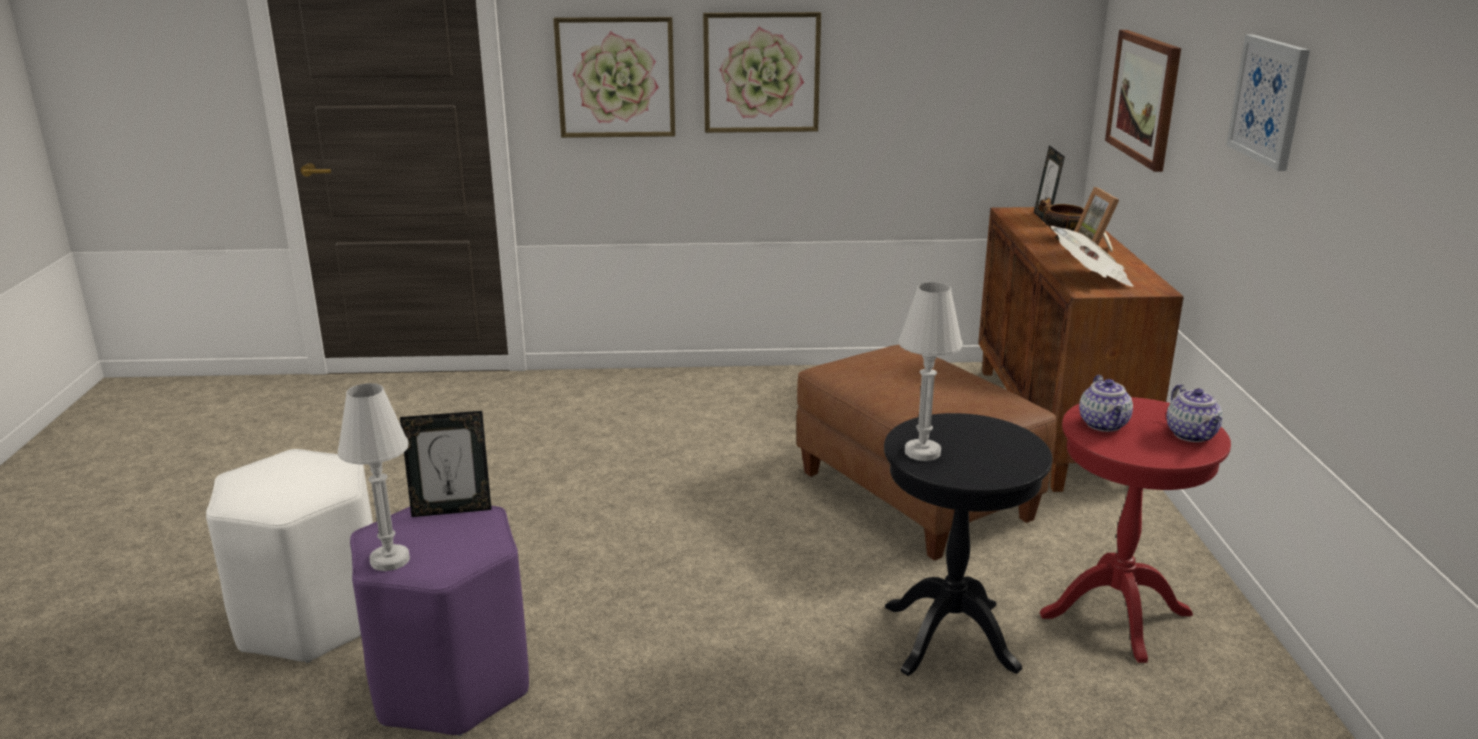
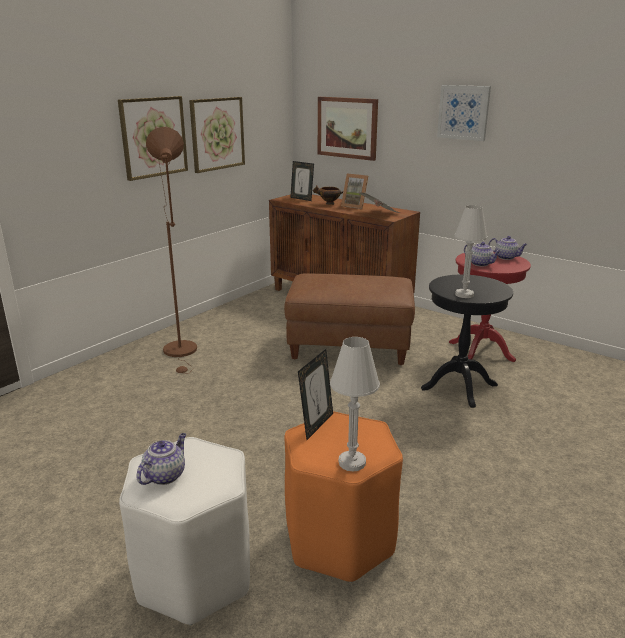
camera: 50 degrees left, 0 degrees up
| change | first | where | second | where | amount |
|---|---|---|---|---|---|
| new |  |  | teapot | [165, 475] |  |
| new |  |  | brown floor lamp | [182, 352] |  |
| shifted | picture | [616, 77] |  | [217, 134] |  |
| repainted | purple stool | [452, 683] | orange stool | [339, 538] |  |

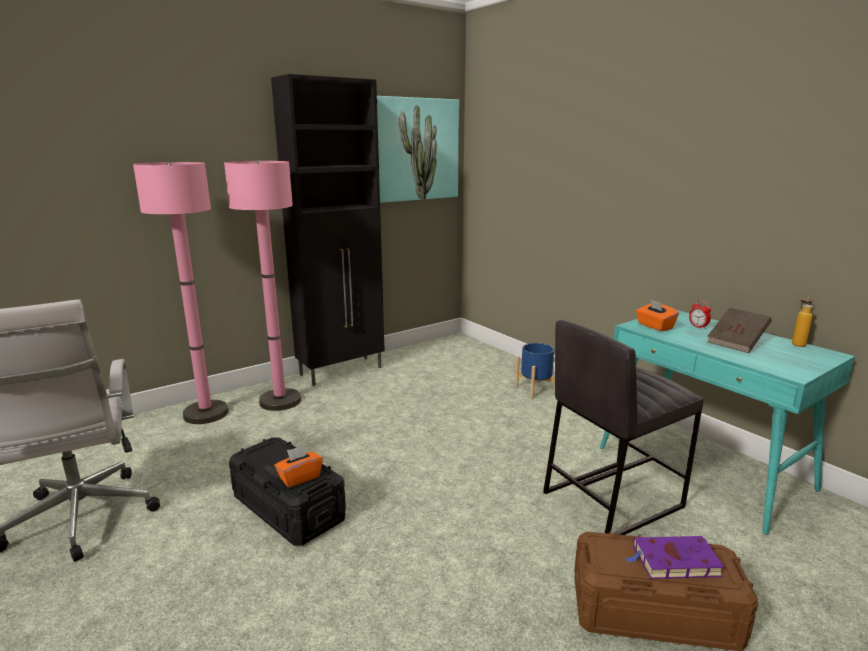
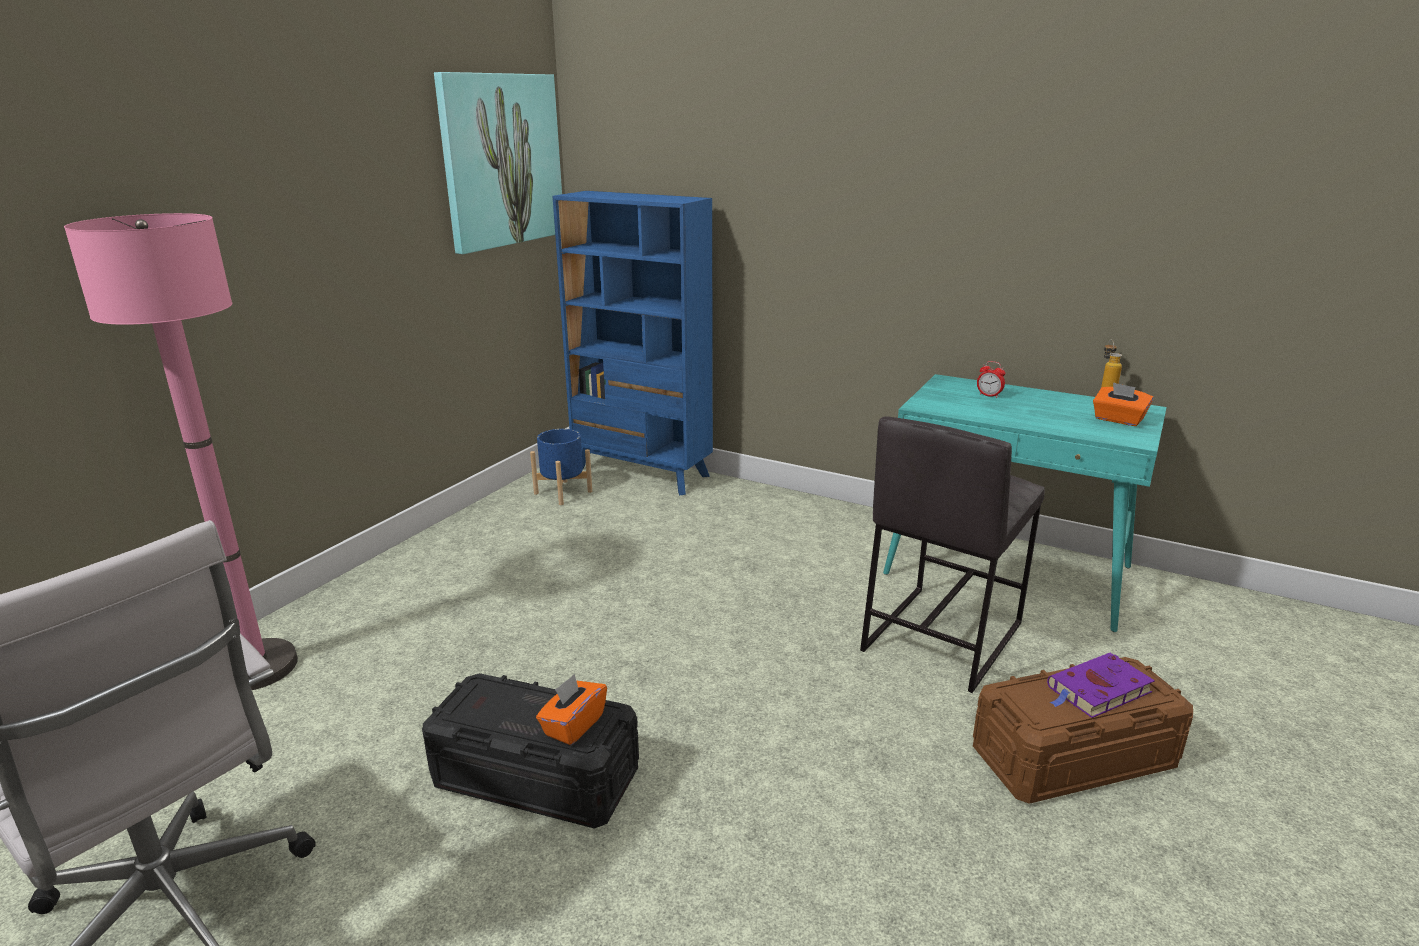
camera: 25 degrees left, 5 degrees up
| change | first | where | second | where | amount |
|---|---|---|---|---|---|
| shifted | blue planter | [535, 389] |  | [563, 492] |  |
| new |  |  | blue bookcase | [642, 473] |  |
| shifted | orange tissue box | [654, 326] |  | [1118, 420] |  |
| gone | pink floor lamp | [280, 401] |  |  |  |
| gone | black cabinet | [342, 371] |  |  |  |
| gone | brown book | [736, 342] |  |  |  |

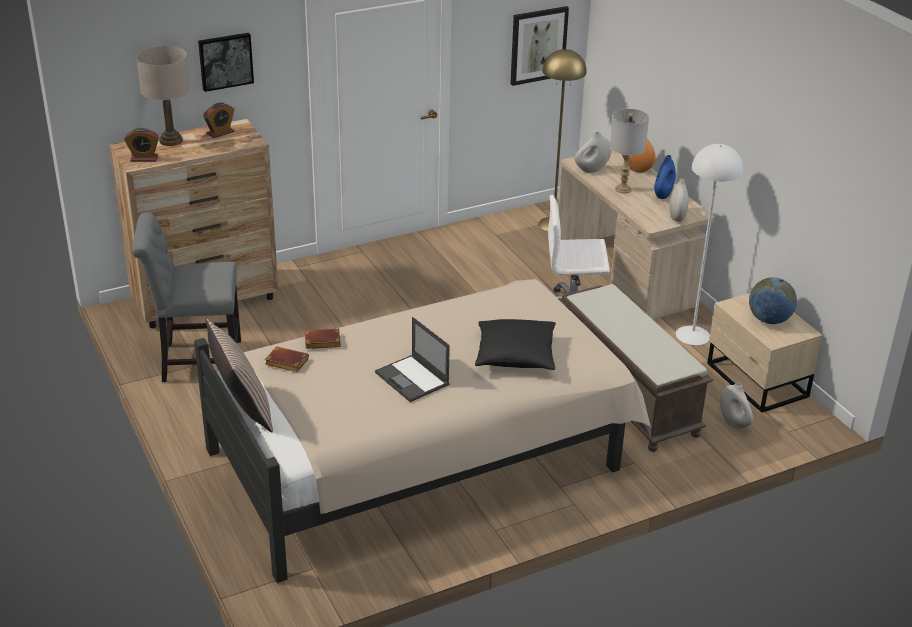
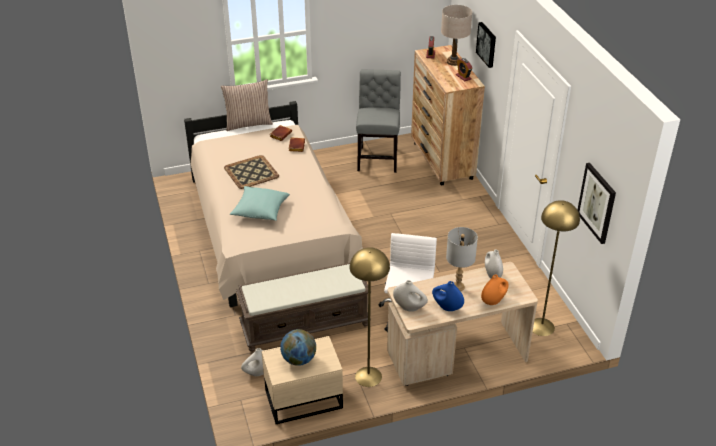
camera: 100 degrees right, 5 degrees up
| change | first | where | second | where | amount |
|---|---|---|---|---|---|
| swapped | laptop | [412, 379] | tray | [251, 172] |  |
| repainted | black pillow | [515, 356] | turquoise pillow | [260, 210] |  |
| repainted | white floor lamp | [693, 335] | yellow floor lamp | [368, 376] |  |

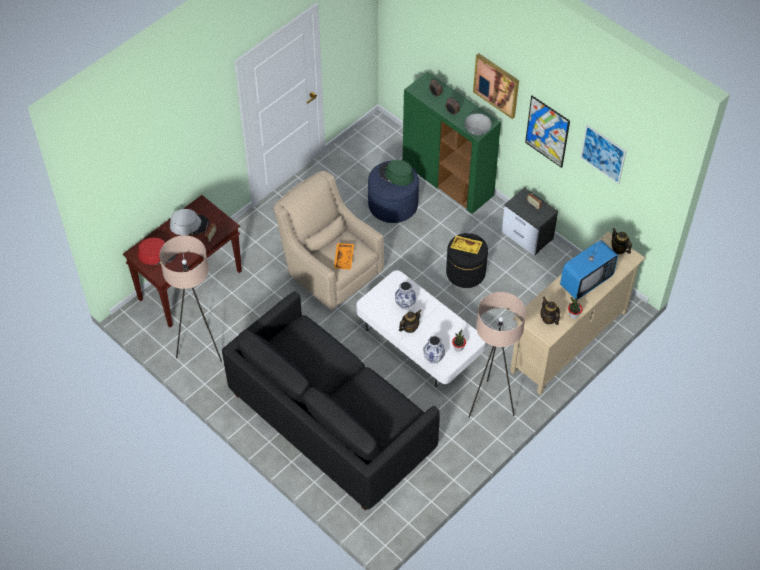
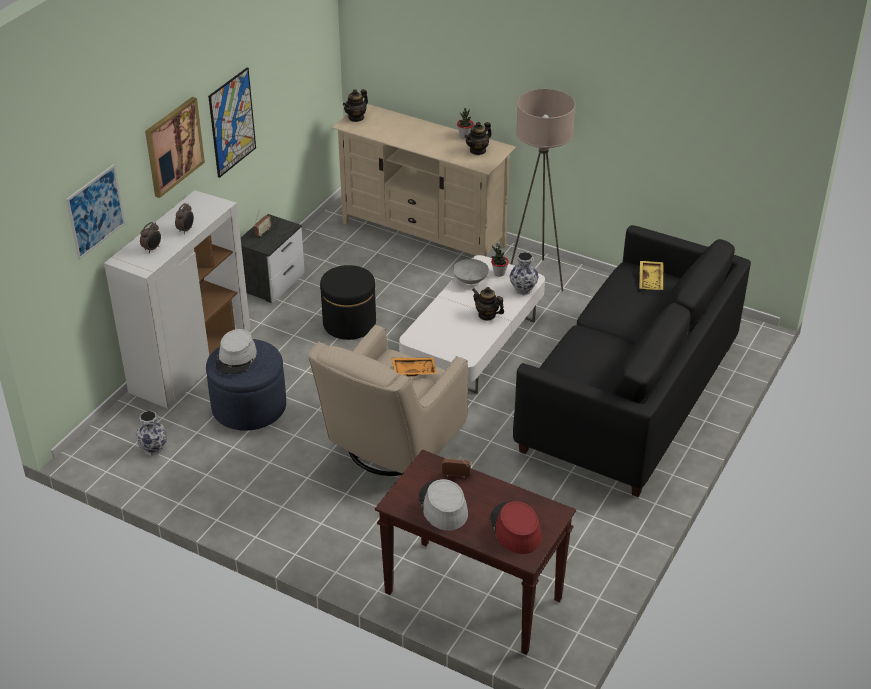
camera: 105 degrees left, 15 degrees down
| change | first | where | second | where | amount |
|---|---|---|---|---|---|
| shifted | picture | [603, 154] |  | [95, 211] |  |
| repainted | green cabinet | [448, 180] | white cabinet | [191, 362] |  |
| shifted | vase | [405, 304] |  | [154, 448] |  |
| repainted | green hat | [396, 174] | grey hat | [236, 358] |  |
| shifted | grey bowl | [476, 130] |  | [470, 280] |  |
| shifted | yellow tray | [466, 247] |  | [651, 280] |  |
| gone | beige floor lamp | [201, 349] |  |  |  |
| gone | television | [586, 281] |  |  |  |

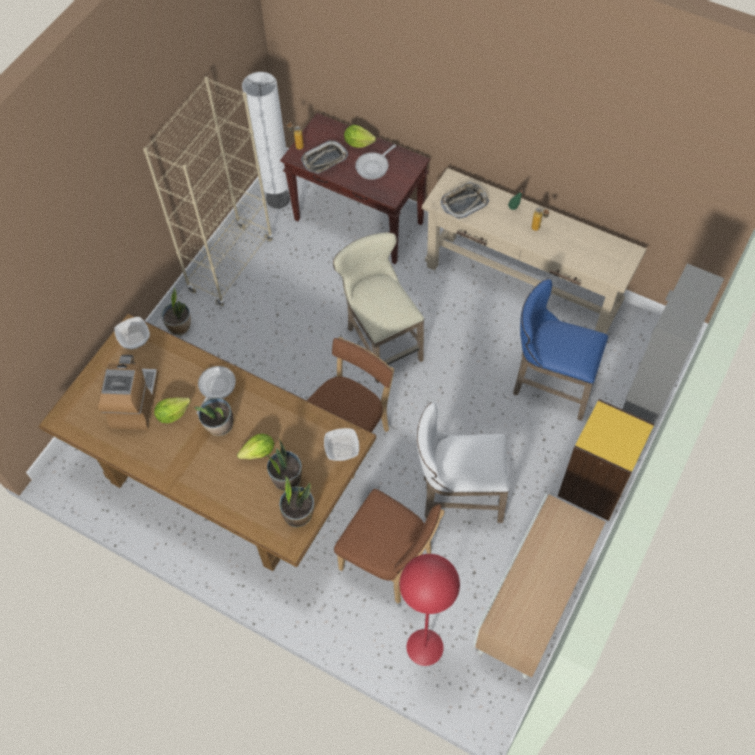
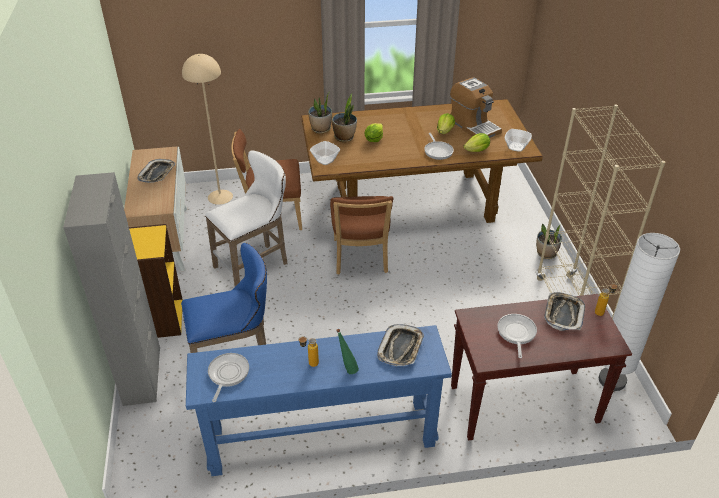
camera: 140 degrees right, 20 degrees down
| change | first | where | second | where | amount |
|---|---|---|---|---|---|
| new |  |  | tray | [157, 174] |  |
| repainted | red floor lamp | [424, 647] | beige floor lamp | [220, 196] |  |
| repainted | beige console table | [522, 286] | blue console table | [321, 436] |  |
| new |  |  | frying pan | [227, 374] |  |
| shifted | lettuce | [358, 143] |  | [477, 150] |  |
| gone | potted plant | [219, 426] |  |  |  |
| gone | beige stool | [380, 341] |  |  |  |

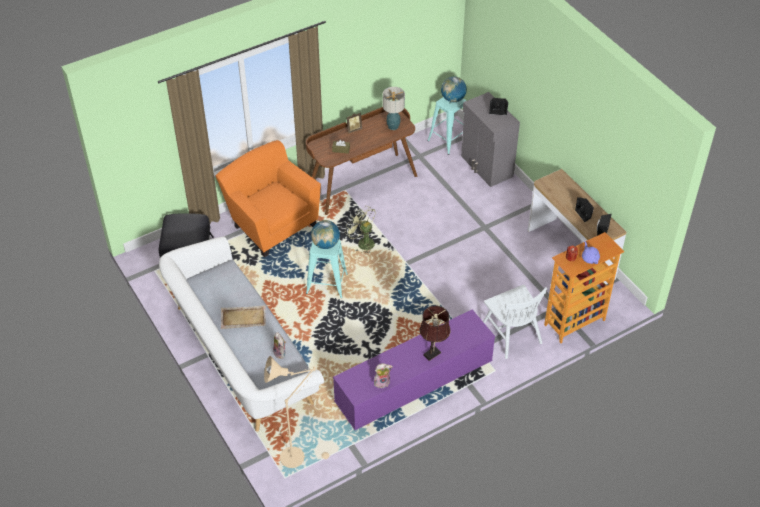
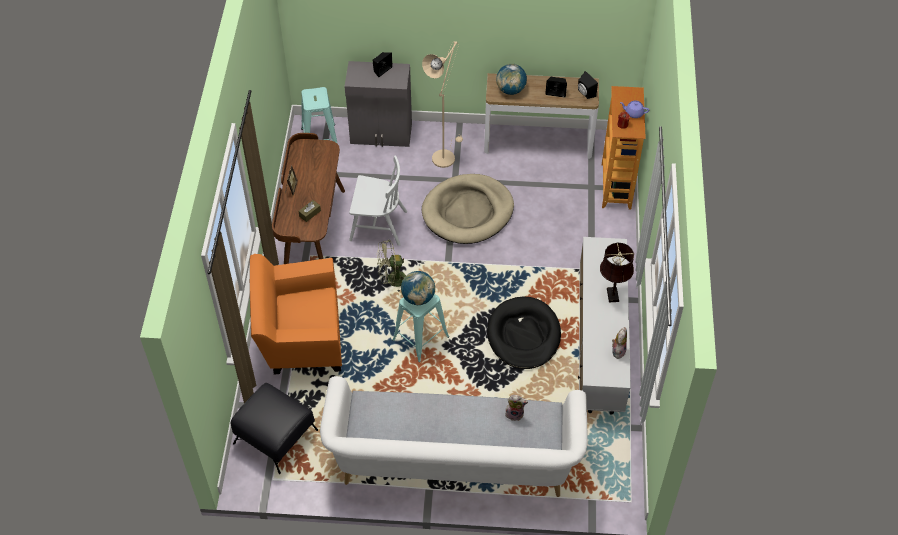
camera: 55 degrees left, 5 degrees up
| change | first | where | second | where | amount |
|---|---|---|---|---|---|
| shifted | white chair | [511, 334] |  | [378, 225] |  |
| shifted | beige floor lamp | [297, 456] |  | [445, 155] |  |
| new |  |  | beige dog bed | [468, 212] |  |
| new |  |  | black dog bed | [523, 335] |  |
| shifted | globe | [453, 99] |  | [510, 90] |  |
| repainted | purple tv stand | [412, 387] | white tv stand | [599, 342] |  |
| gone | beige tray | [242, 318] |  |  |  |
| gone | table lamp | [393, 126] |  |  |  |

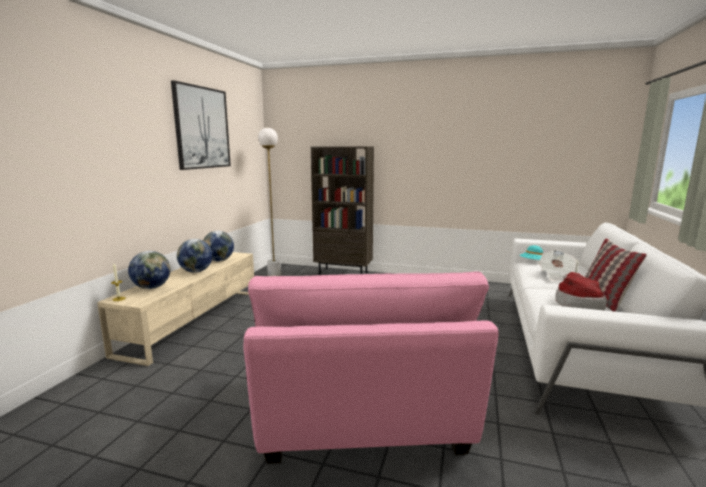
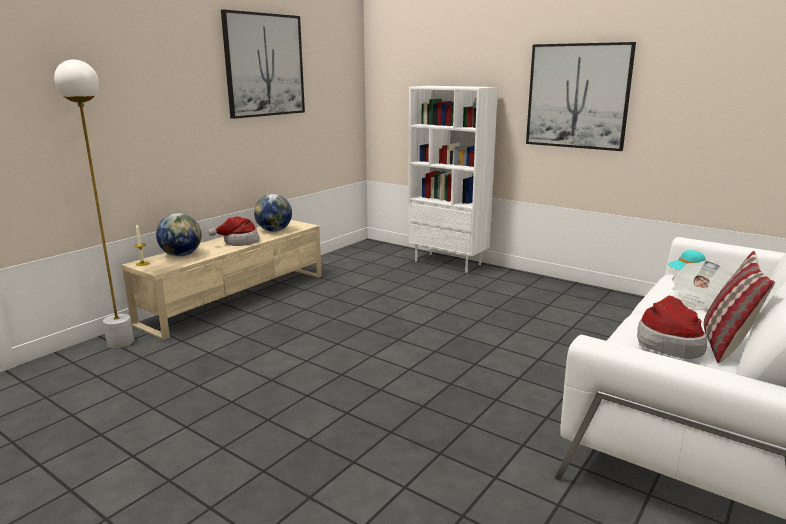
camera: 20 degrees right, 5 degrees up
| change | first | where | second | where | amount |
|---|---|---|---|---|---|
| shifted | white floor lamp | [274, 274] |  | [120, 342] |  |
| swapped | globe | [196, 271] | hat | [239, 241] |  |
| repainted | brown bookcase | [343, 273] | white bookcase | [448, 263] |  |
| new |  |  | picture | [577, 96] |  |
| gone | pink armchair | [362, 415] |  |  |  |

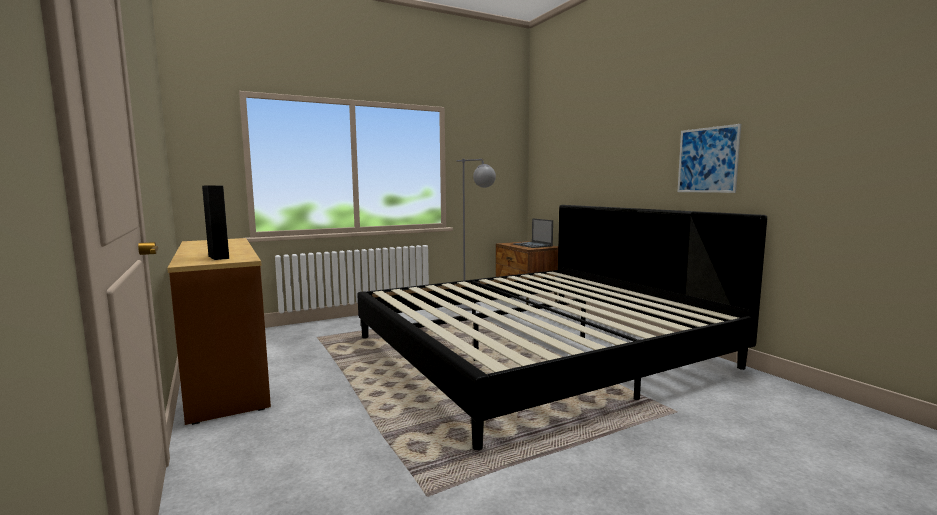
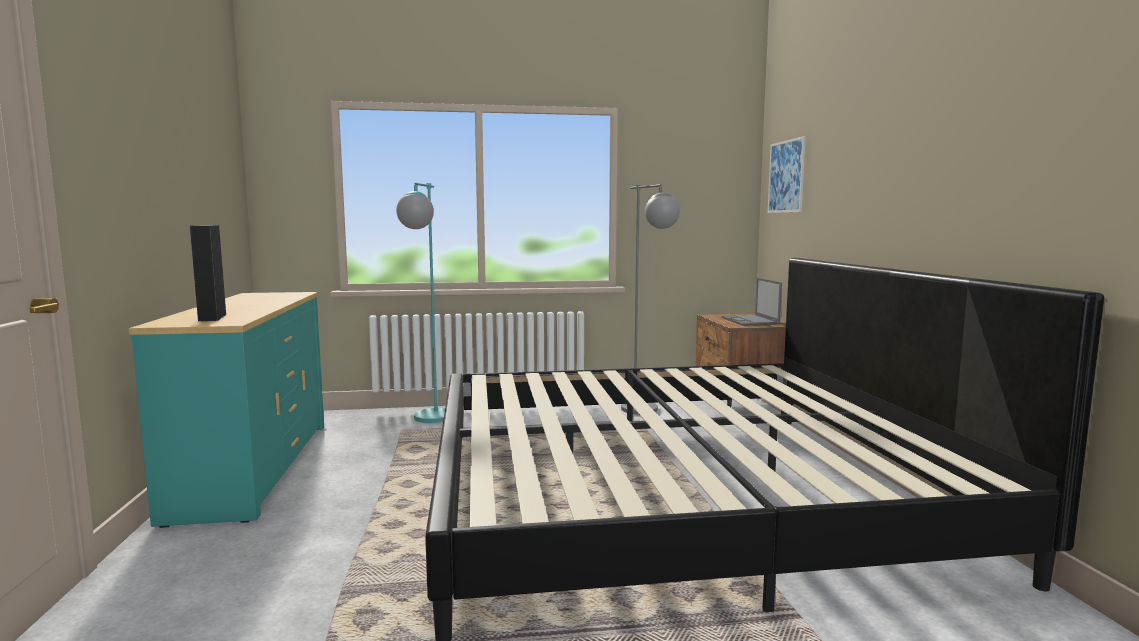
camera: 20 degrees right, 0 degrees up
| change | first | where | second | where | amount |
|---|---|---|---|---|---|
| repainted | brown dresser | [225, 376] | turquoise dresser | [253, 468] |  |
| new |  |  | turquoise floor lamp | [429, 421] |  |
| shifted | picture | [707, 160] |  | [786, 176] |  |

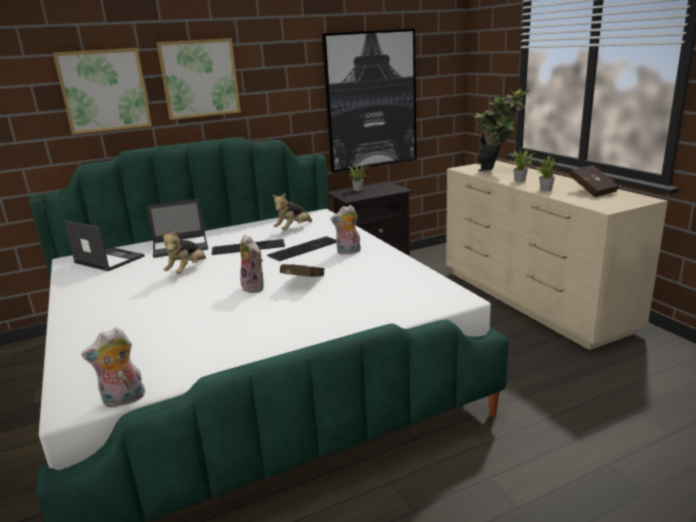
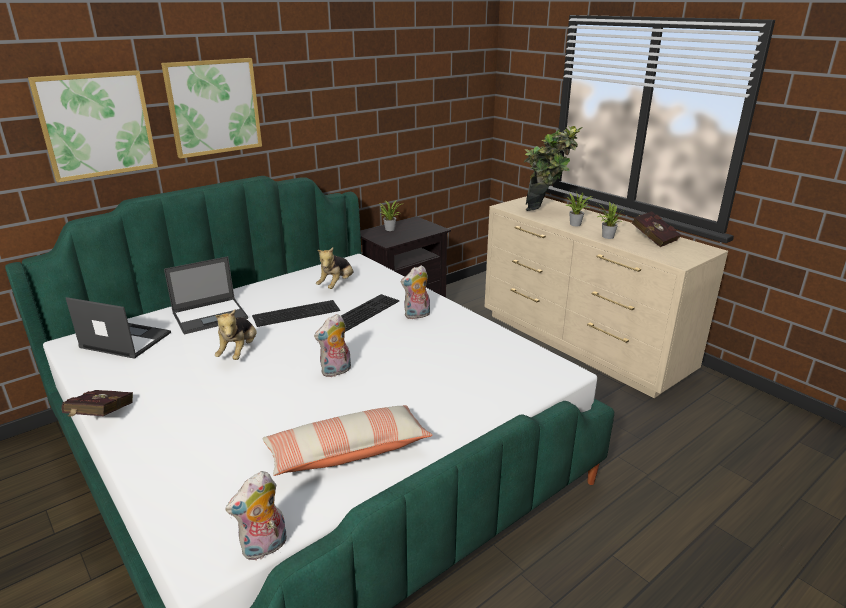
camera: 15 degrees left, 5 degrees up
| change | first | where | second | where | amount |
|---|---|---|---|---|---|
| shifted | red book | [302, 283] |  | [100, 418] |  |
| new |  |  | pillow | [347, 452] |  |
| rotated | plush toy | [255, 287] |  | [336, 371] | 105 degrees clockwise |
| gone | picture | [371, 101] |  |  |  |

